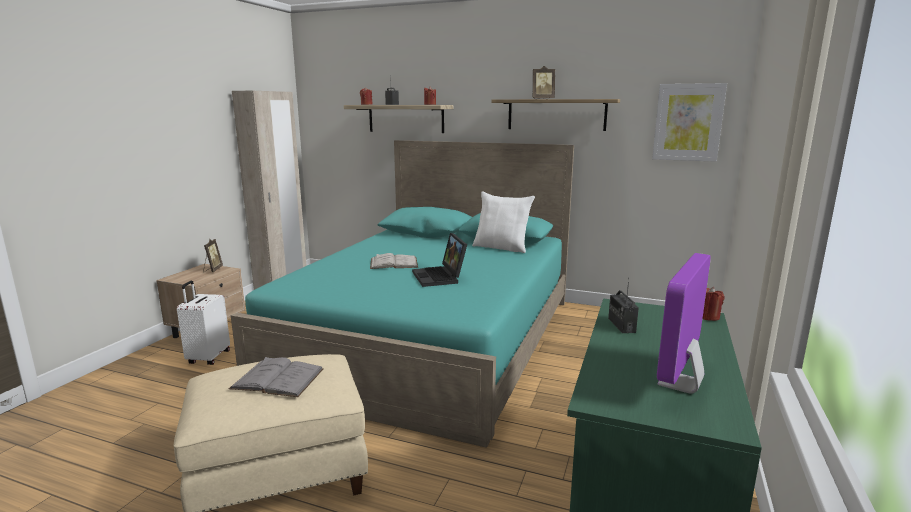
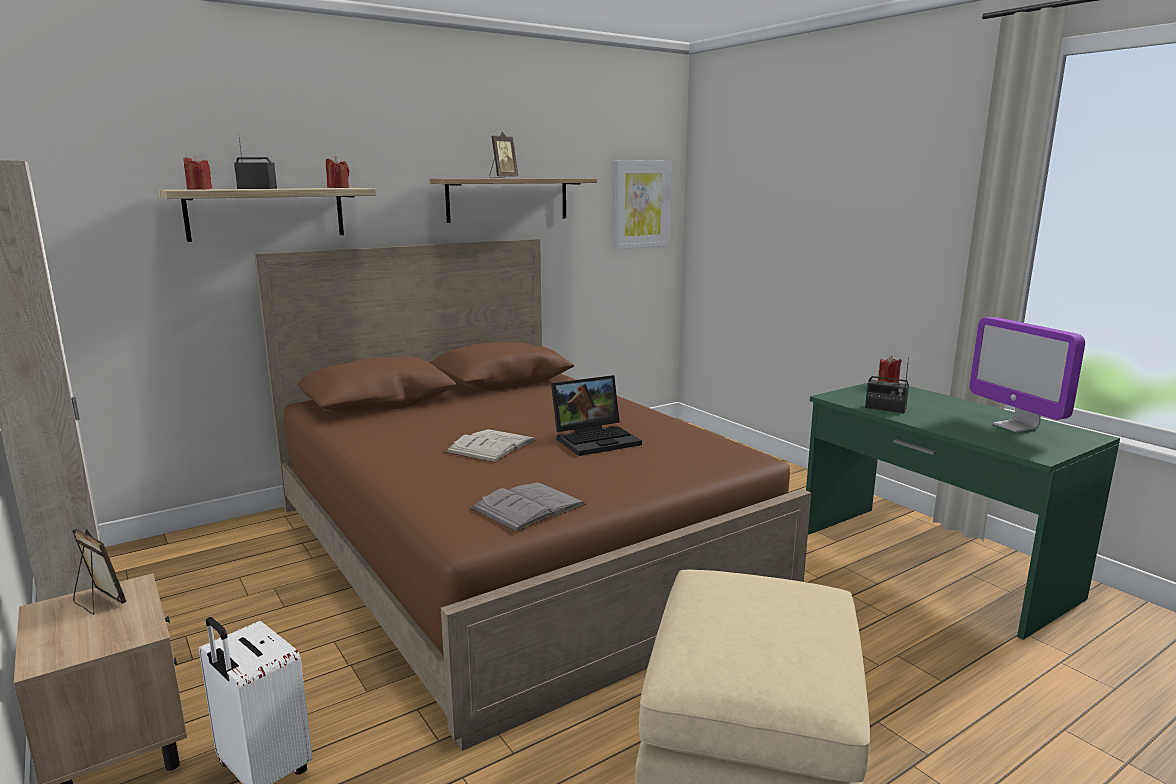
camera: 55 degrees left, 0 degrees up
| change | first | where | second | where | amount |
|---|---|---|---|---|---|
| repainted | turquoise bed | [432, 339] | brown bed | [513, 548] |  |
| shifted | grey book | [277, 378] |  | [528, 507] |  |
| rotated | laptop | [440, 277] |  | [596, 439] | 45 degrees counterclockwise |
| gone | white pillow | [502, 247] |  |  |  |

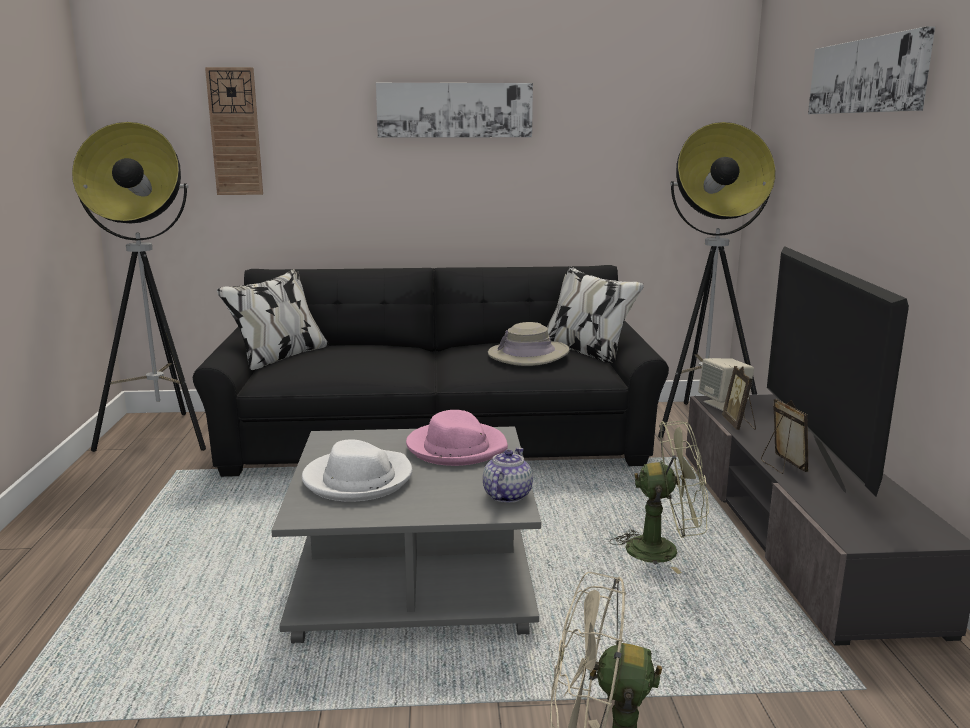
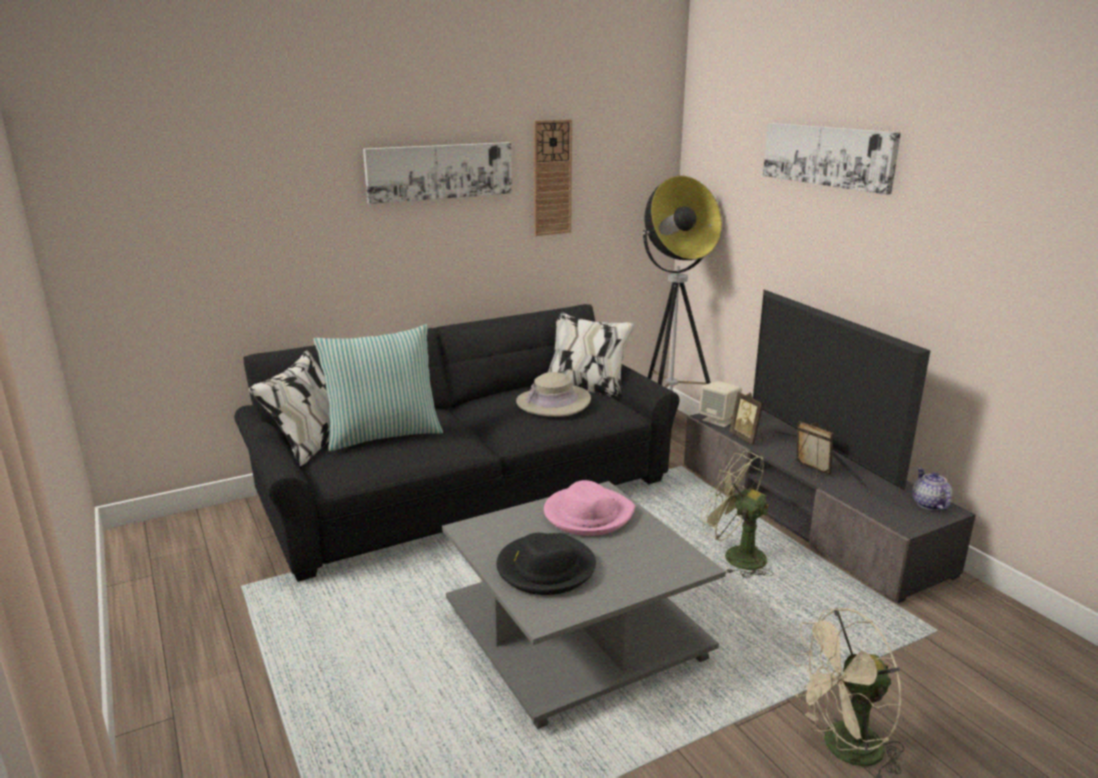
camera: 25 degrees left, 5 degrees up
| change | first | where | second | where | amount |
|---|---|---|---|---|---|
| new |  |  | pillow | [383, 435] |  |
| repainted | white hat | [358, 479] | black hat | [545, 568] |  |
| shifted | wall clock | [235, 132] |  | [552, 178] |  |
| rotated | green fan | [663, 550] |  | [735, 556] | 120 degrees counterclockwise |
| shifted | teapot | [506, 495] |  | [928, 504] |  |
| gone | floor lamp | [163, 436] |  |  |  |

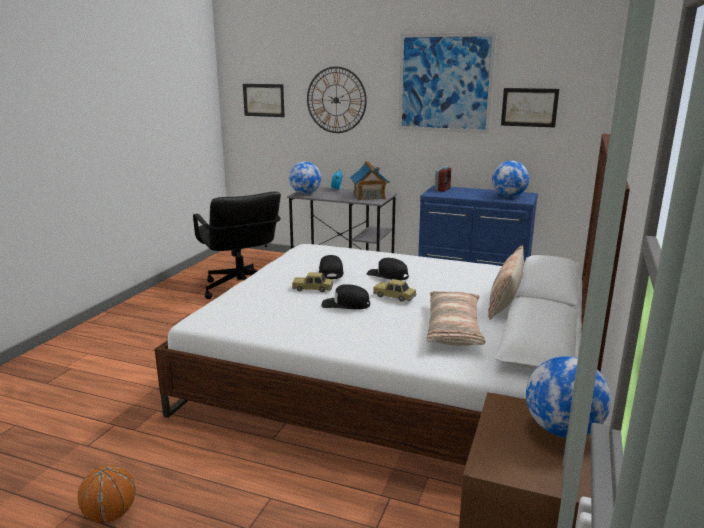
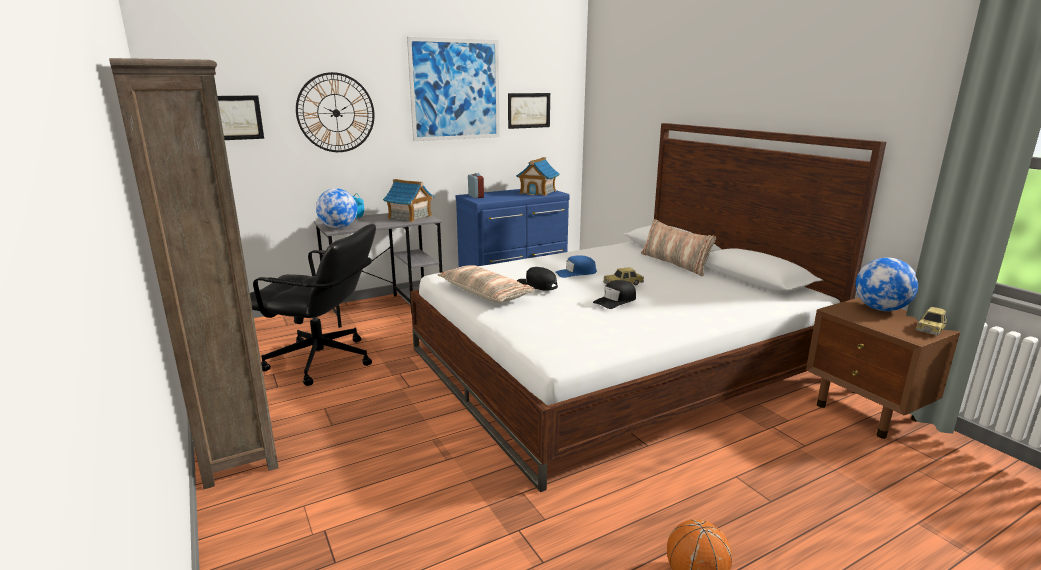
camera: 50 degrees left, 0 degrees up
| change | first | where | second | where | amount |
|---|---|---|---|---|---|
| new |  |  | brown bookcase | [234, 433] |  |
| shifted | pillow | [454, 328] |  | [485, 293] |  |
| swapped | globe | [509, 196] | toy house | [538, 192] |  |
| repainted | black cap | [388, 275] | blue cap | [576, 273] |  |
| shifted | toy car | [312, 289] |  | [931, 328] |  |

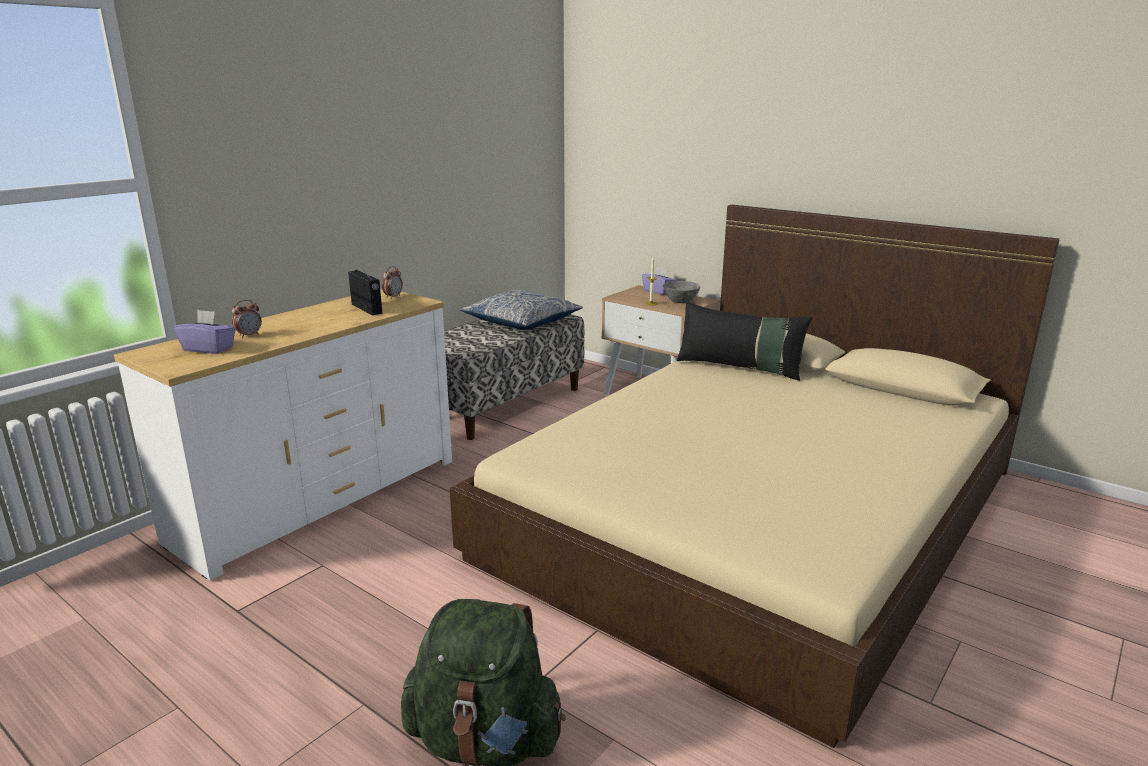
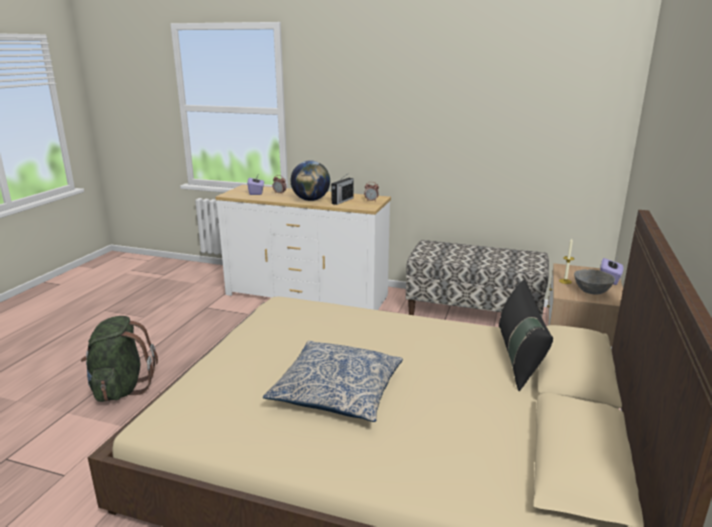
camera: 70 degrees right, 0 degrees up
| change | first | where | second | where | amount |
|---|---|---|---|---|---|
| shifted | pillow | [522, 322] |  | [337, 391] |  |
| new |  |  | globe | [311, 200] |  |

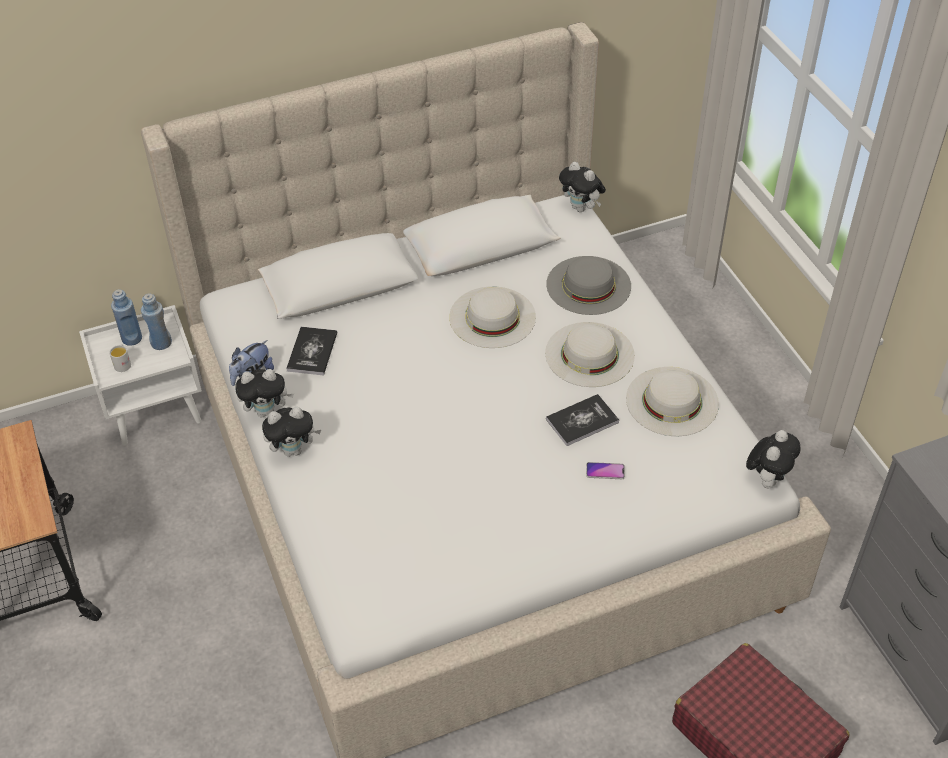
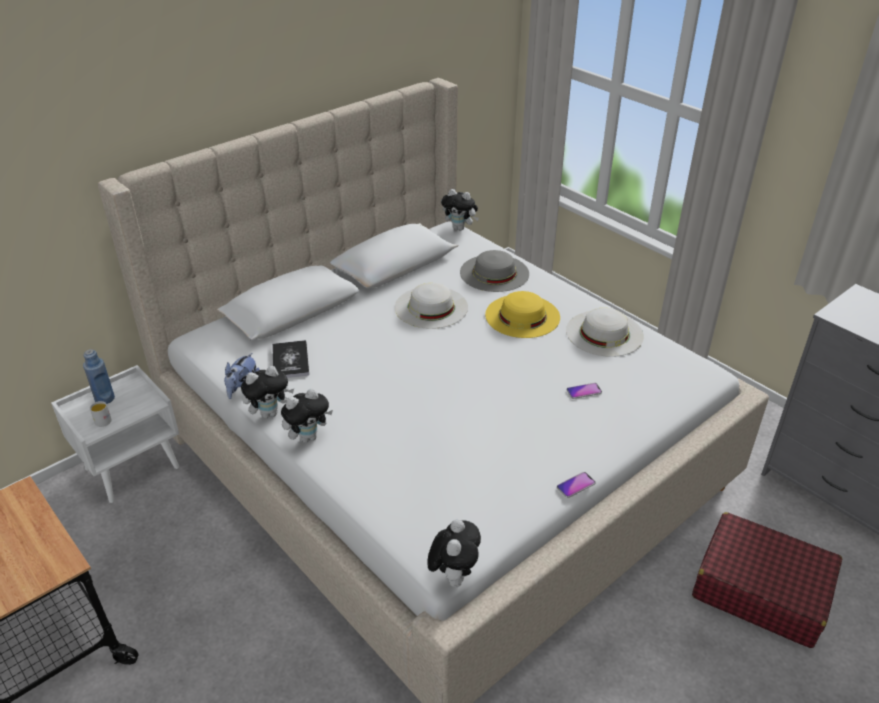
camera: 20 degrees left, 10 degrees down
| change | first | where | second | where | amount |
|---|---|---|---|---|---|
| shifted | plush toy | [767, 478] |  | [454, 575] |  |
| repainted | white hat | [589, 354] | yellow hat | [522, 316] |  |
| new |  |  | phone | [576, 485] |  |
| gone | blue bottle | [161, 343] |  |  |  |
| gone | book | [582, 421] |  |  |  |

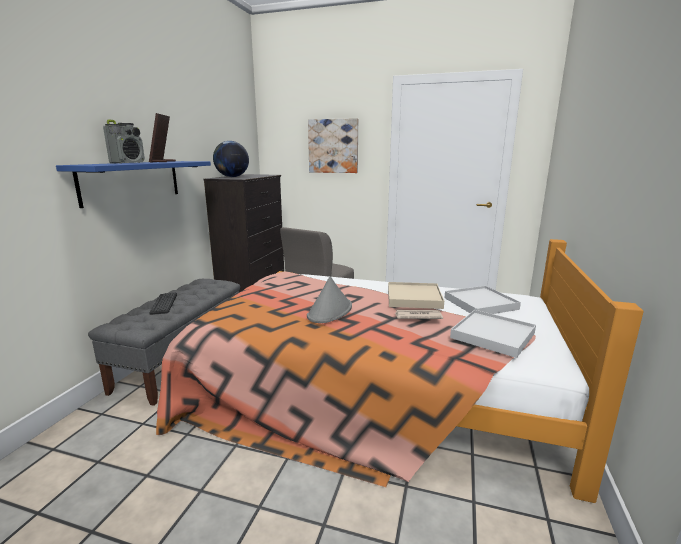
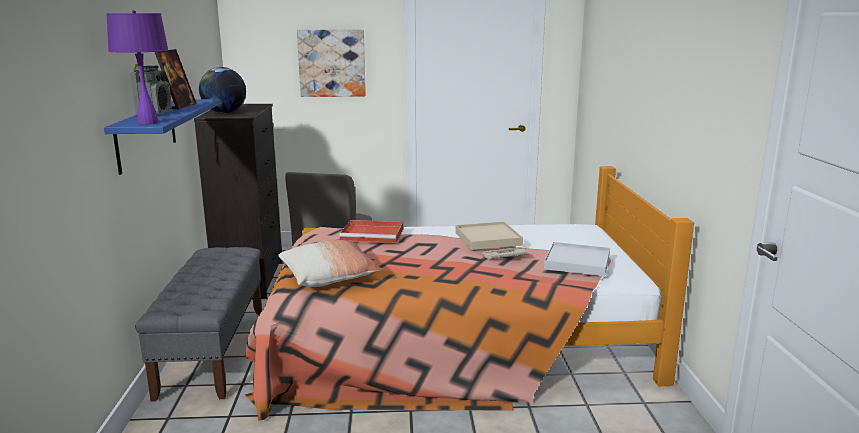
camera: 20 degrees left, 0 degrees up
| change | first | where | second | where | amount |
|---|---|---|---|---|---|
| new |  |  | purple table lamp | [148, 122] |  |
| rotated | picture frame | [163, 162] |  | [179, 106] | 150 degrees counterclockwise |
| new |  |  | pillow | [330, 277] |  |
| new |  |  | red tray | [373, 234] |  |
| gone | keyboard | [164, 304] |  |  |  |
| gone | grey hat | [330, 311] |  |  |  |
| gone | white tray | [480, 303] |  |  |  |

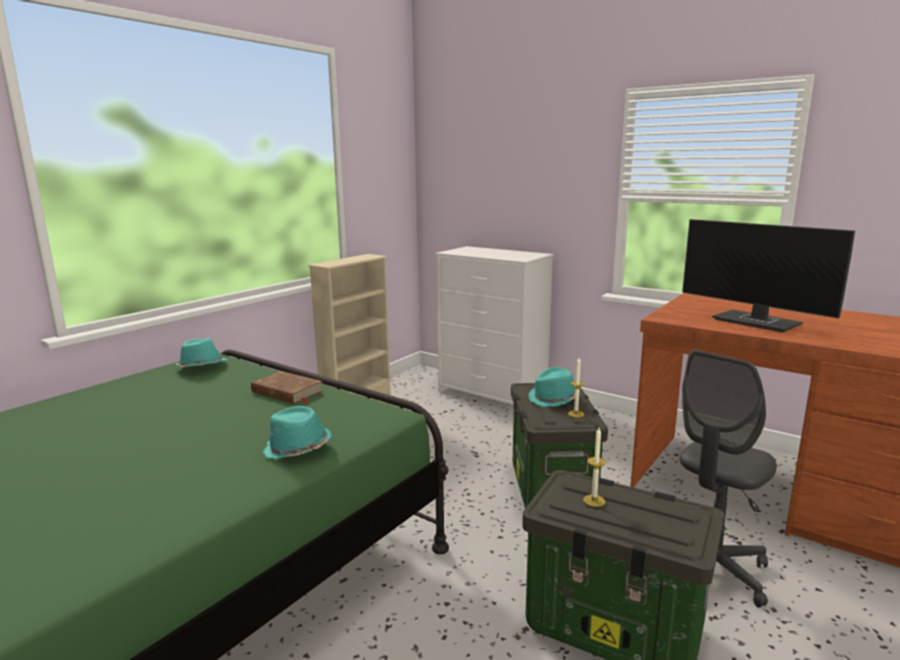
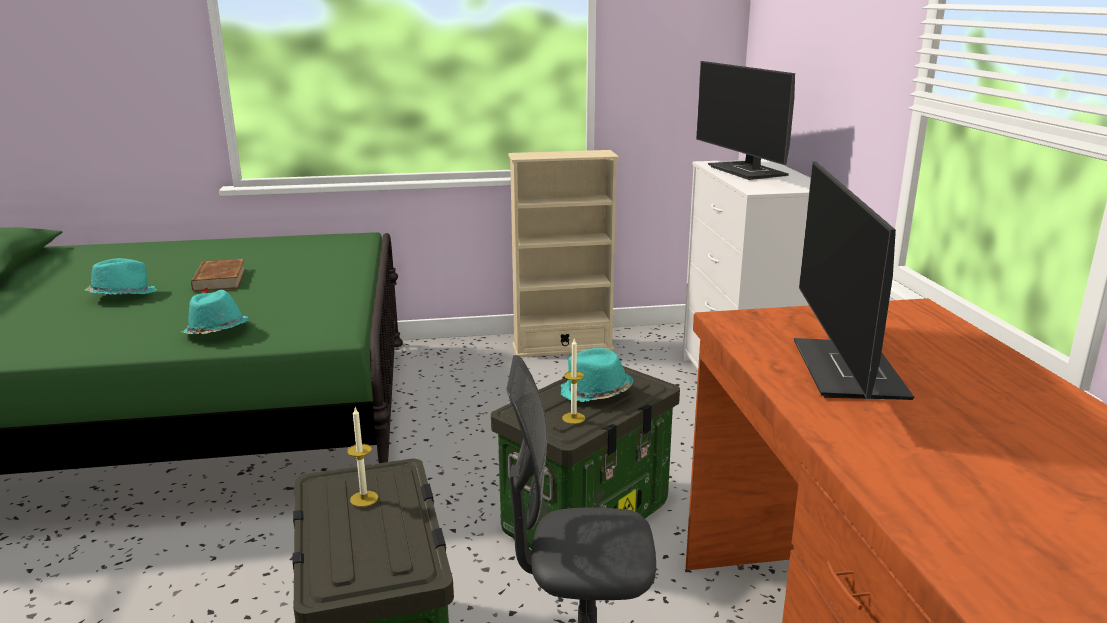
camera: 45 degrees right, 5 degrees up
| change | first | where | second | where | amount |
|---|---|---|---|---|---|
| shifted | turquoise hat | [201, 367] |  | [122, 295] |  |
| shifted | brown book | [287, 392] |  | [219, 280] |  |
| new |  |  | monitor | [748, 171] |  |

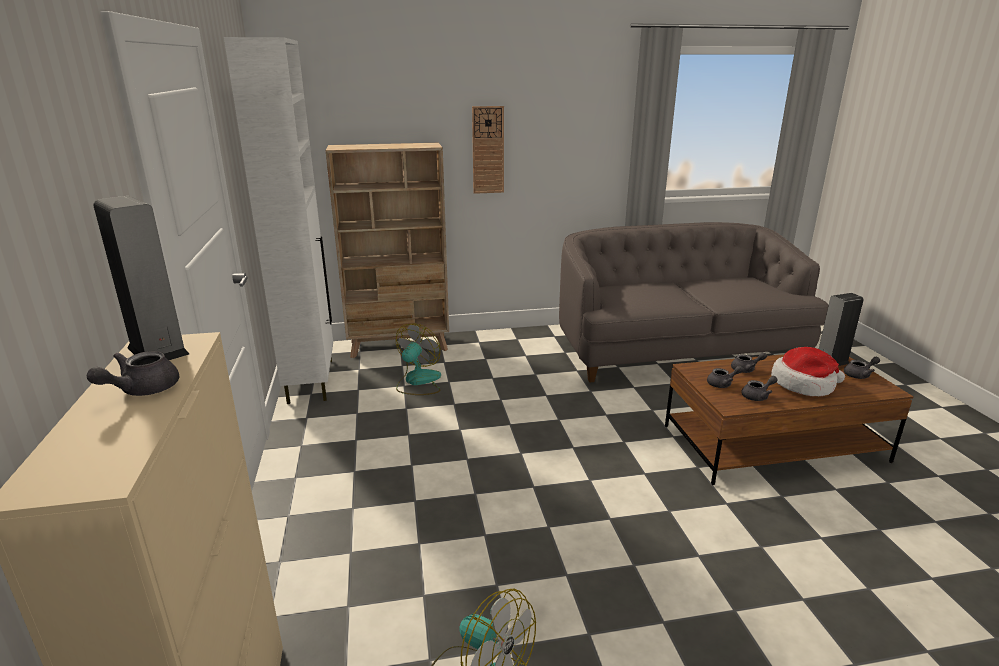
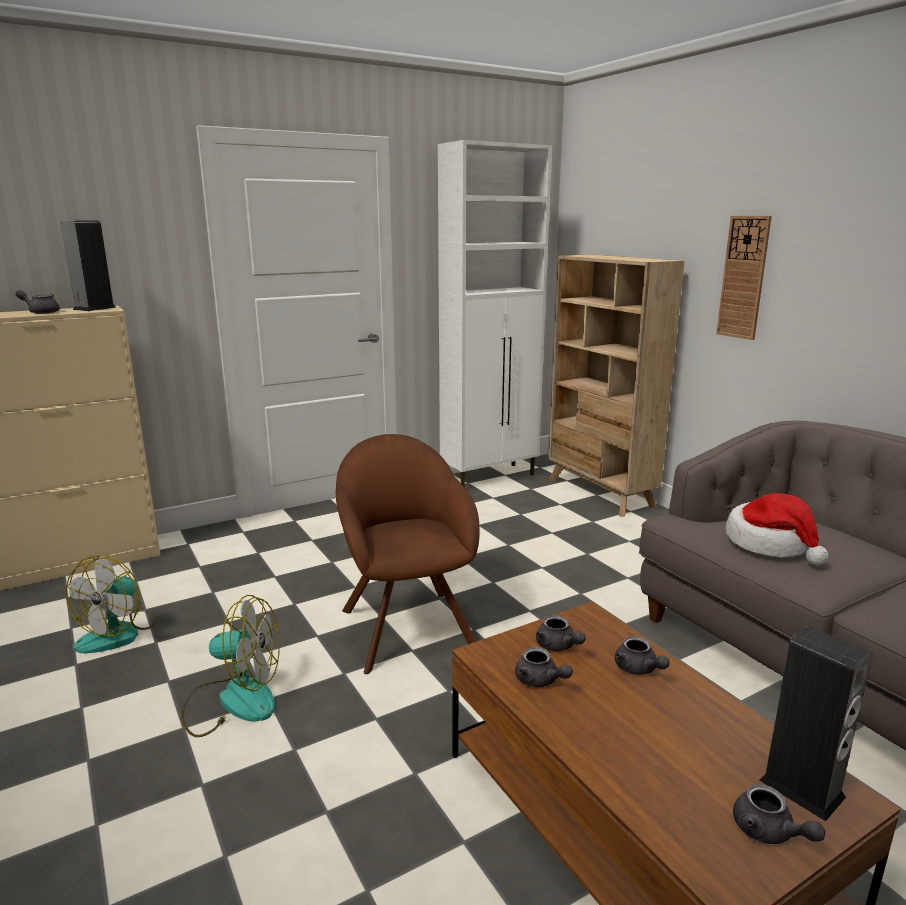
camera: 70 degrees right, 5 degrees down
| change | first | where | second | where | amount |
|---|---|---|---|---|---|
| shifted | fan | [418, 382] |  | [233, 700] |  |
| new |  |  | brown armchair | [406, 624] |  |
| shifted | hat | [804, 384] |  | [771, 544] |  |

